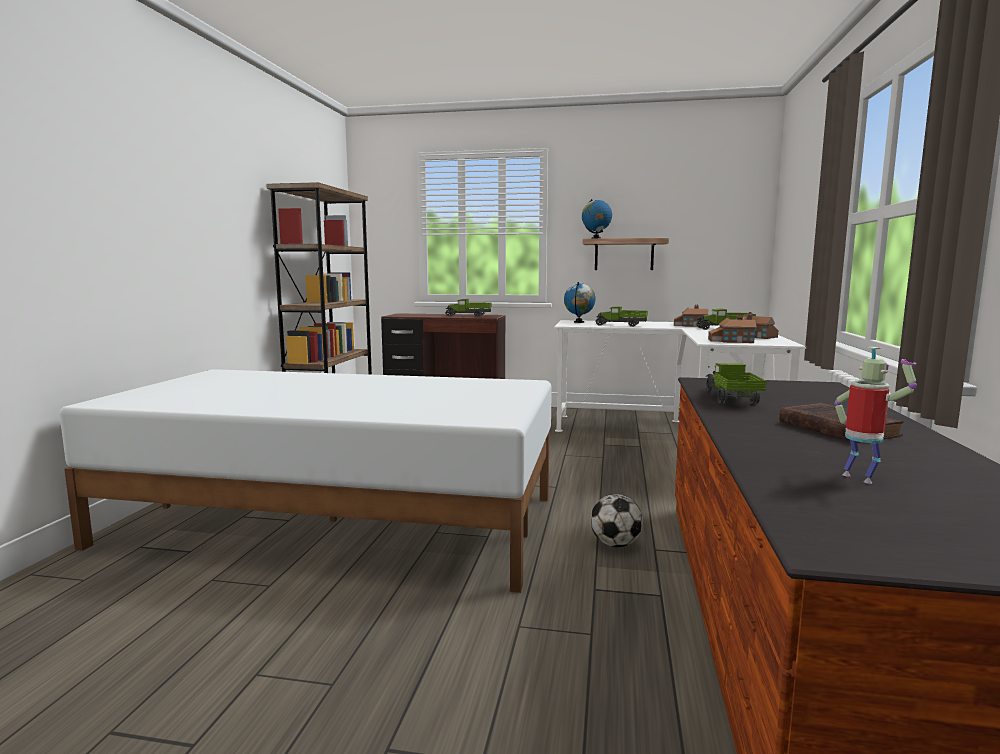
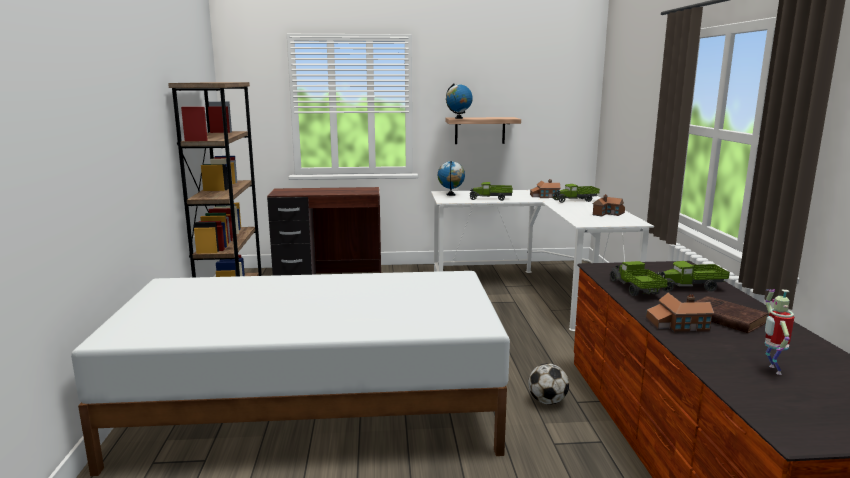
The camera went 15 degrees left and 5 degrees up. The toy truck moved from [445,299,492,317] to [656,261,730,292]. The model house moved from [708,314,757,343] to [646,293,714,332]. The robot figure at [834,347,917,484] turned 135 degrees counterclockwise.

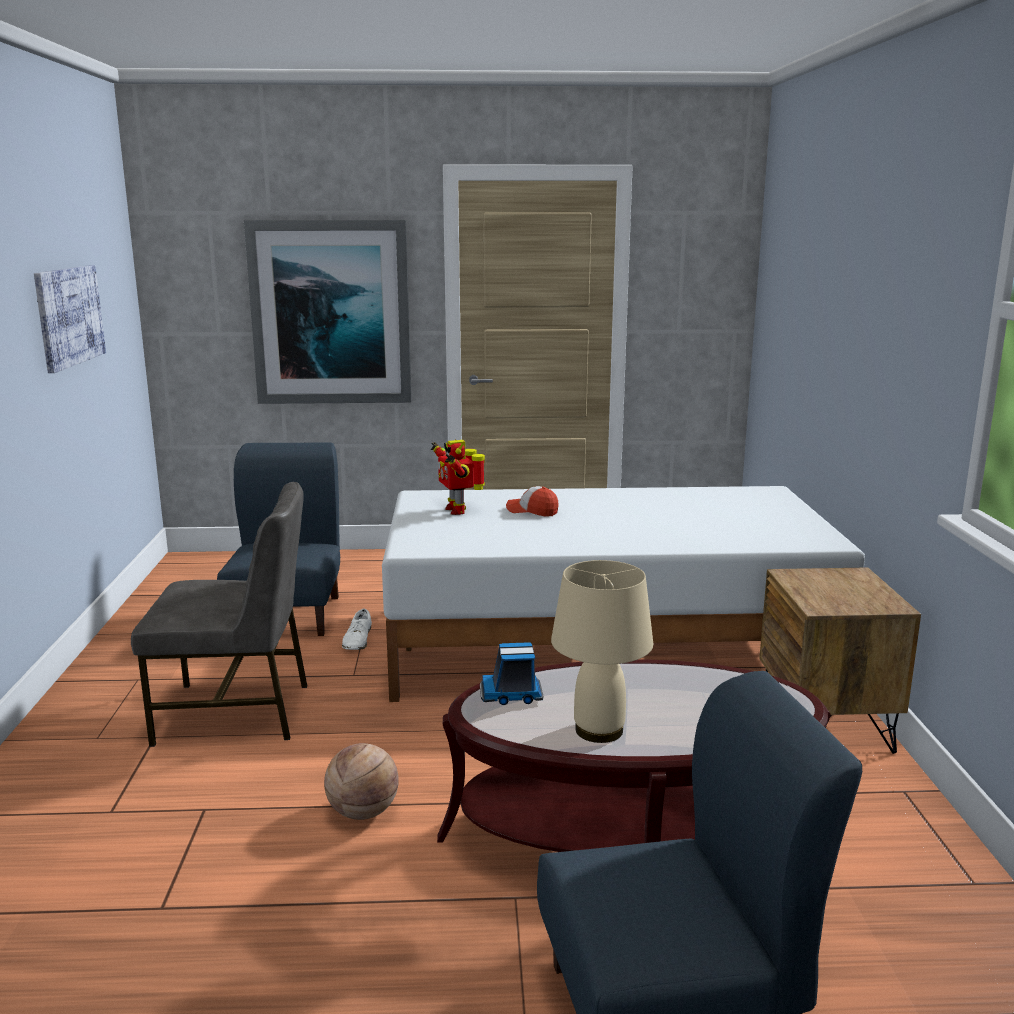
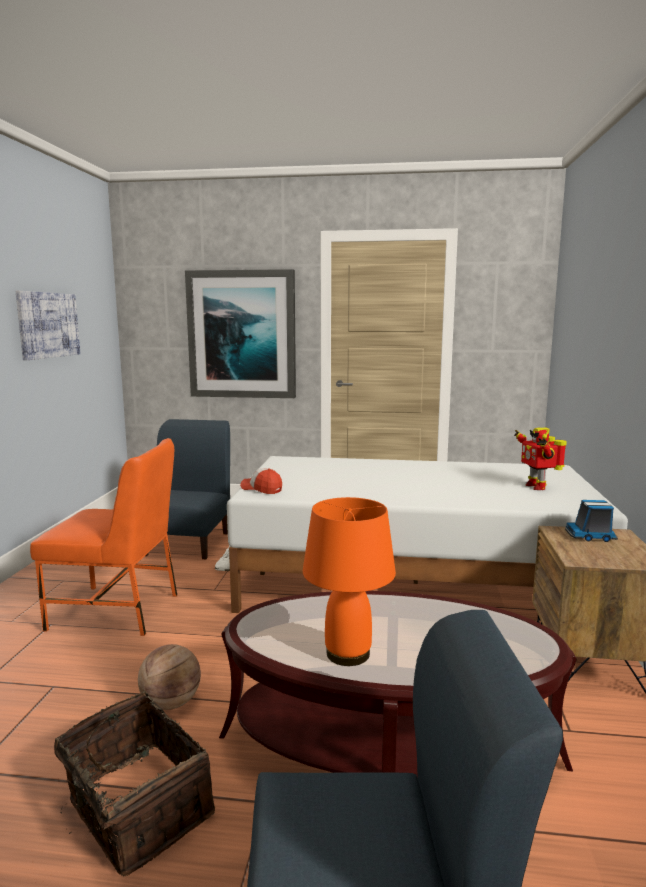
The camera went 10 degrees right and 5 degrees down. The grey plain chair at [131,482,307,747] became the orange plain chair at [30,438,177,636]. The robot figure moved from [431,440,485,515] to [514,428,567,490]. The toy truck moved from [480,642,543,705] to [565,500,618,542]. The cap moved from [506,486,559,517] to [240,468,282,494]. The beige tabletop lamp at [551,560,653,743] became the orange tabletop lamp at [303,497,396,666]. The household basket at [54,691,215,877] appeared.

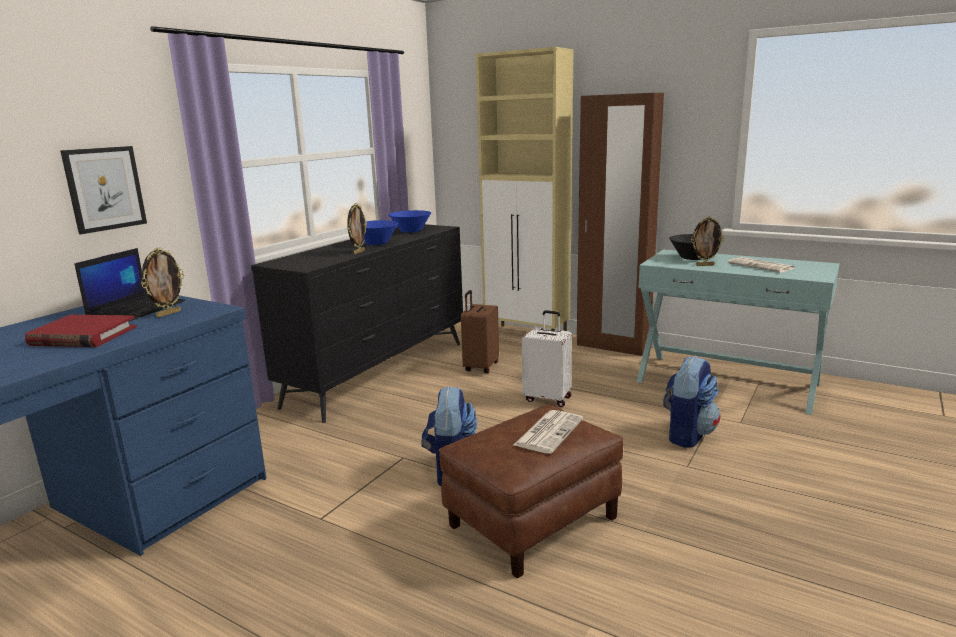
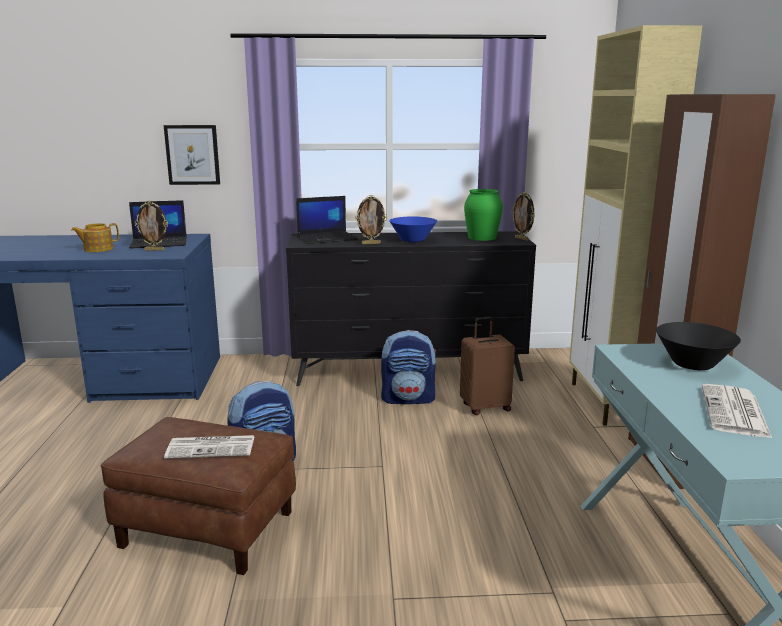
The camera went 55 degrees right and 0 degrees up. The red-coloured book at [25,315,137,347] was replaced by the teapot at [71,223,119,252]. The blue deep dish at [389,210,431,233] was replaced by the greenish flower vase at [464,189,503,241]. The white travel case at [522,310,572,407] disappeared. The knapsack moved from [663,356,720,448] to [381,330,437,404]. The picture frame moved from [691,216,724,266] to [512,192,535,241]. The portable computer at [296,196,358,244] appeared.

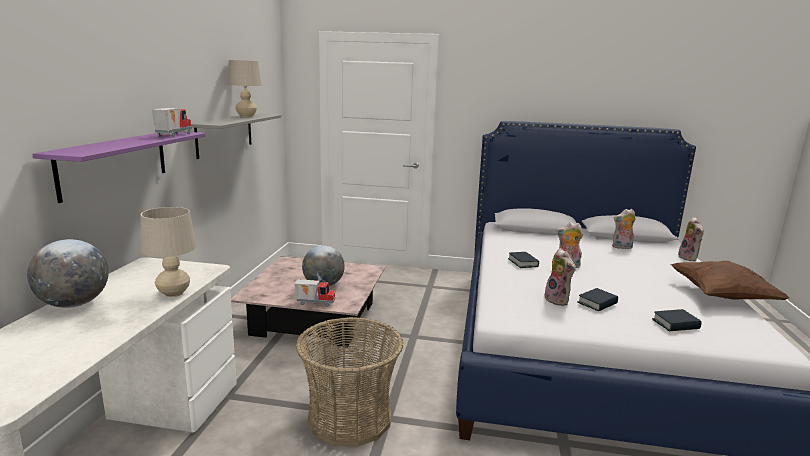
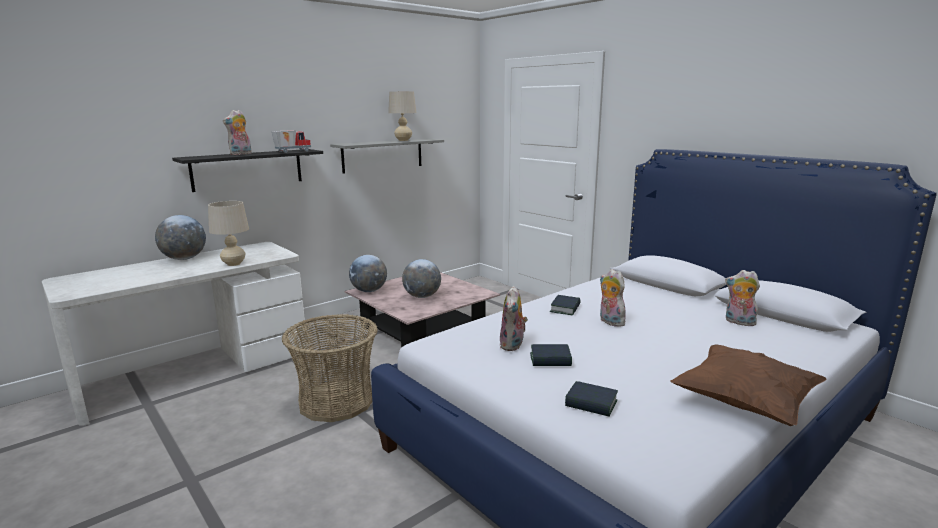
The camera went 40 degrees right and 0 degrees up. The purple bracket shelf at [32,132,205,203] became the black-coloured bracket shelf at [172,149,323,192]. The toy truck at [294,279,336,307] disappeared. The cuddly toy moved from [678,217,704,261] to [223,110,252,155]. The desk globe at [349,255,387,292] appeared.

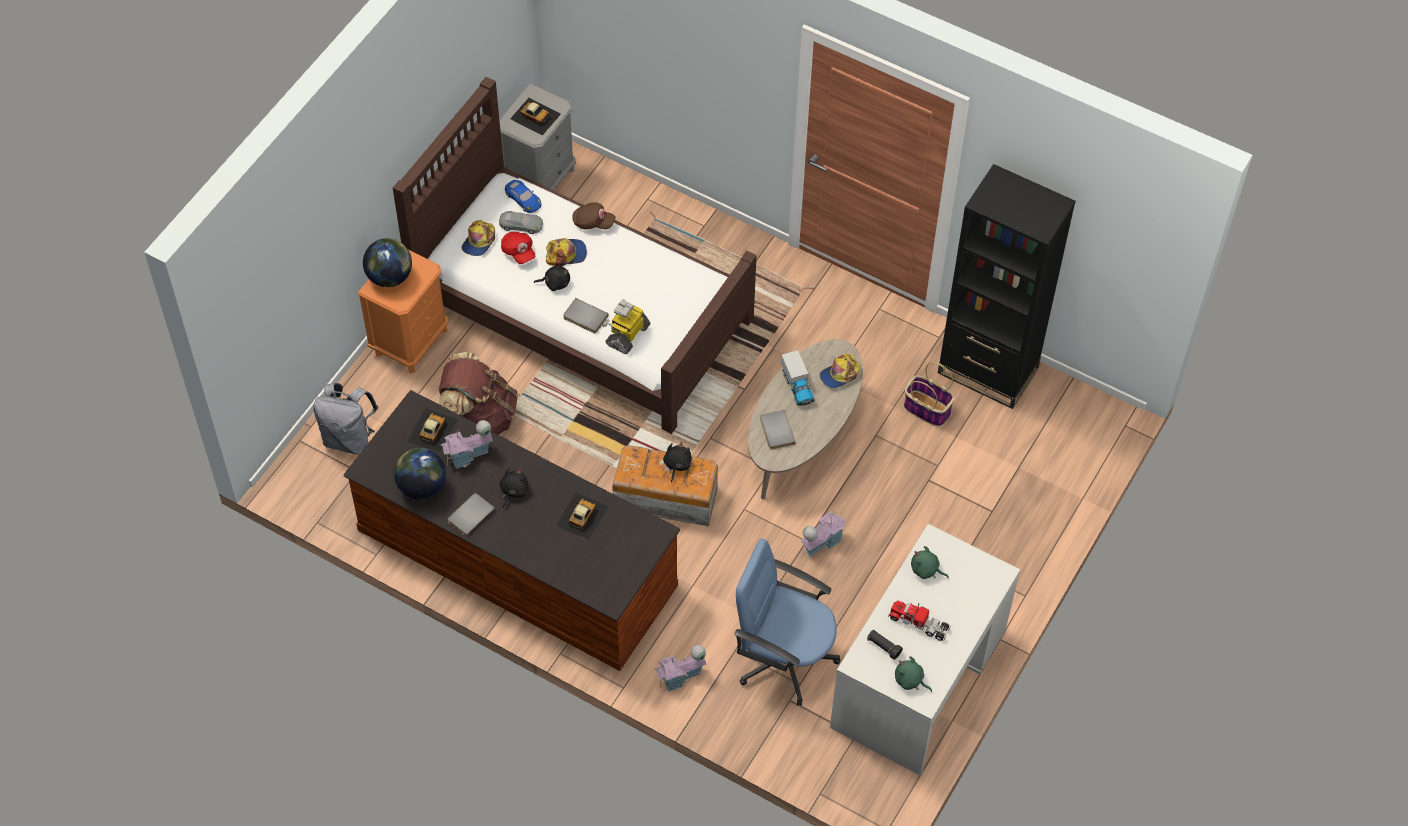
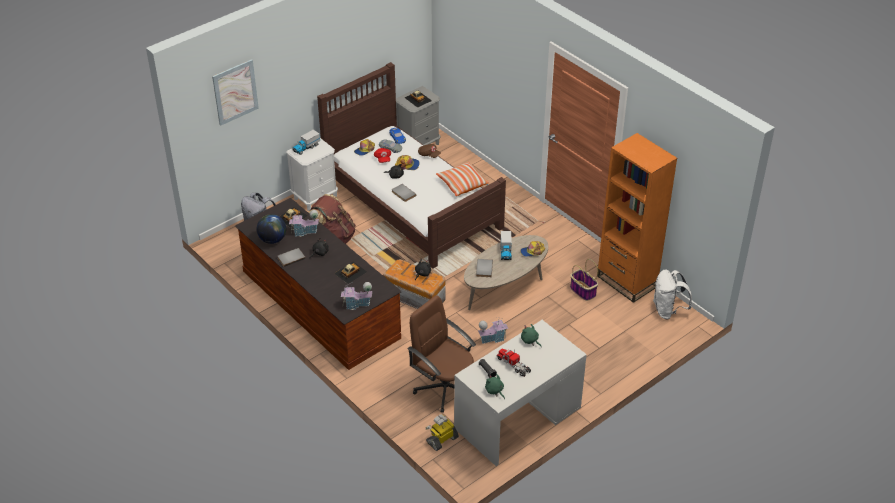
The camera went 20 degrees right and 15 degrees down. The orange night table at [358,250,449,373] became the white night table at [286,138,338,211]. The desk globe at [363,238,412,287] was replaced by the toy truck at [292,129,320,155]. The robot figure moved from [602,299,650,354] to [426,414,459,451]. The model house moved from [655,645,706,692] to [341,282,372,310]. The blue desk chair at [734,538,841,706] became the brown-coloured desk chair at [407,295,476,413]. The black-coloured bookcase at [938,164,1076,409] became the orange bookcase at [597,133,677,303]. The wall picture at [212,59,259,126] appeared. The cushion at [436,162,489,196] appeared. The white knapsack at [653,269,692,319] appeared.

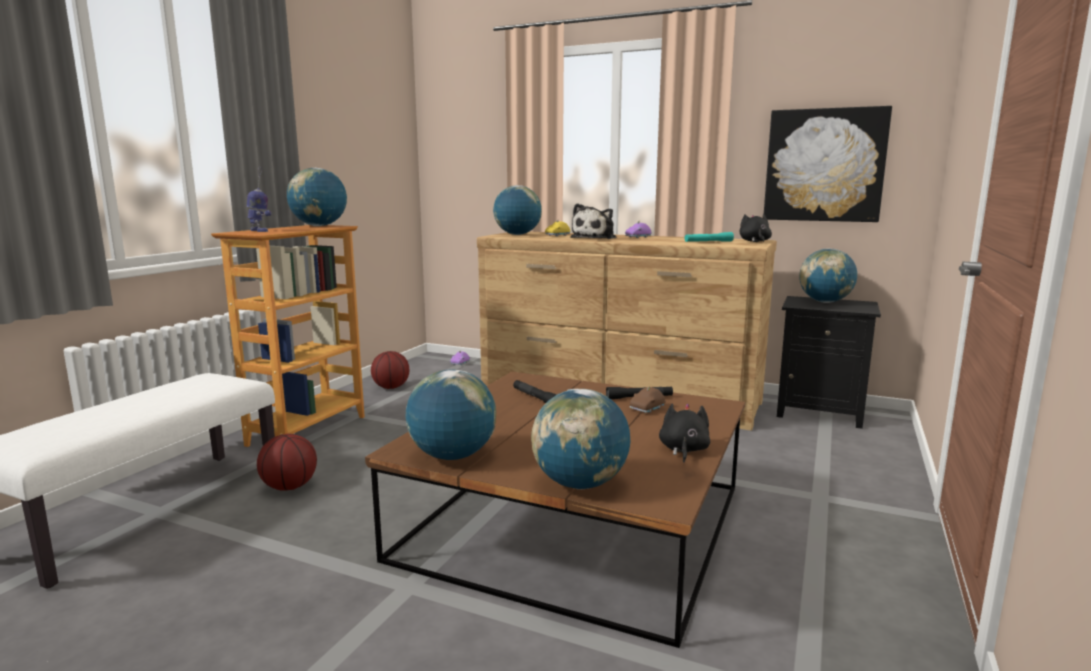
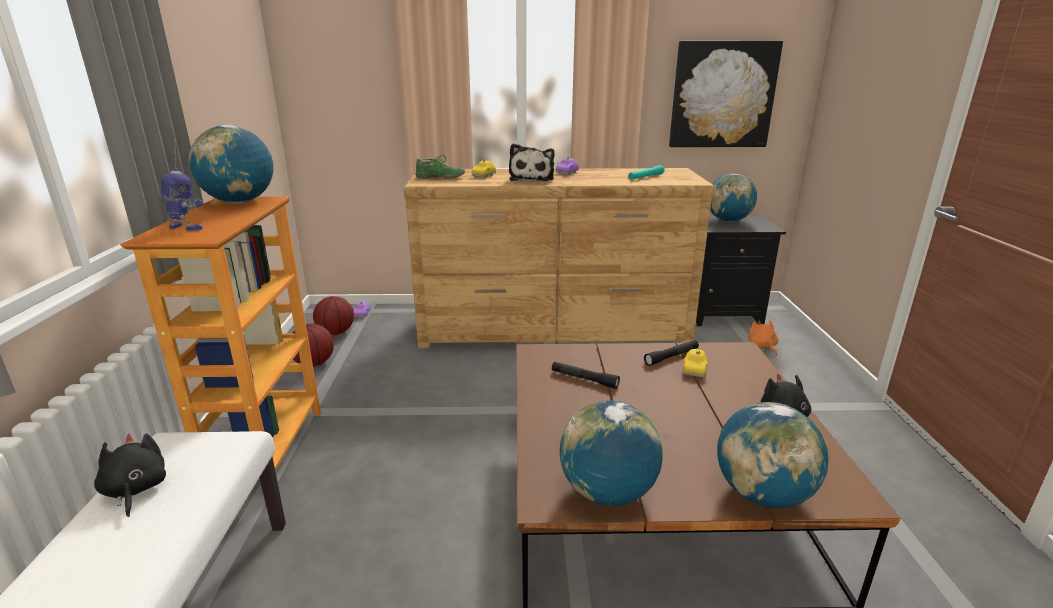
The camera went 25 degrees left and 10 degrees up. The basketball ball moved from [257,434,317,491] to [313,296,354,335]. The desk globe at [493,185,542,235] was replaced by the greenish shoe at [415,155,465,179]. The brown-coloured miniature car at [629,386,666,413] became the yellow miniature car at [683,349,708,377]. The black-coloured cuddly toy moved from [740,214,772,242] to [94,433,166,517]. The orange cuddly toy at [748,320,778,355] appeared.

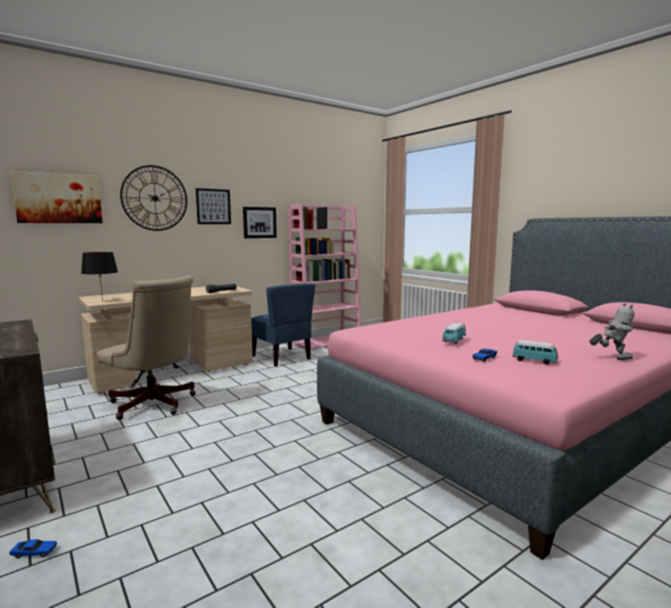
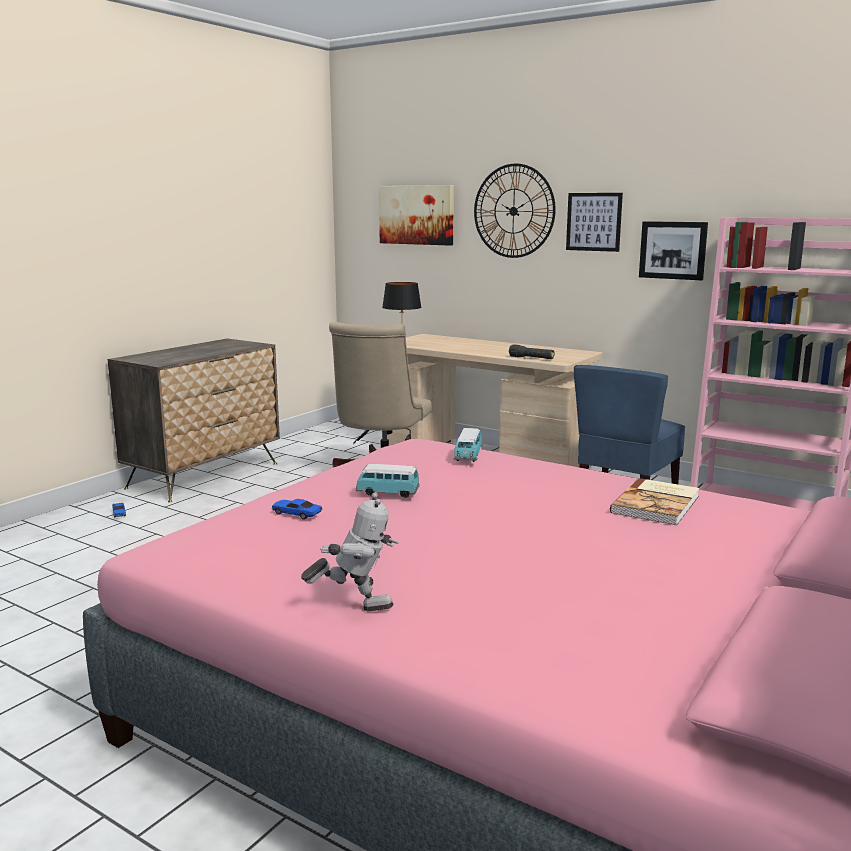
The camera went 70 degrees right and 5 degrees up. The miniature car moved from [513,340,558,365] to [454,428,482,462]. The robot figure at [589,303,635,360] turned 75 degrees counterclockwise. The book at [610,478,699,526] appeared.

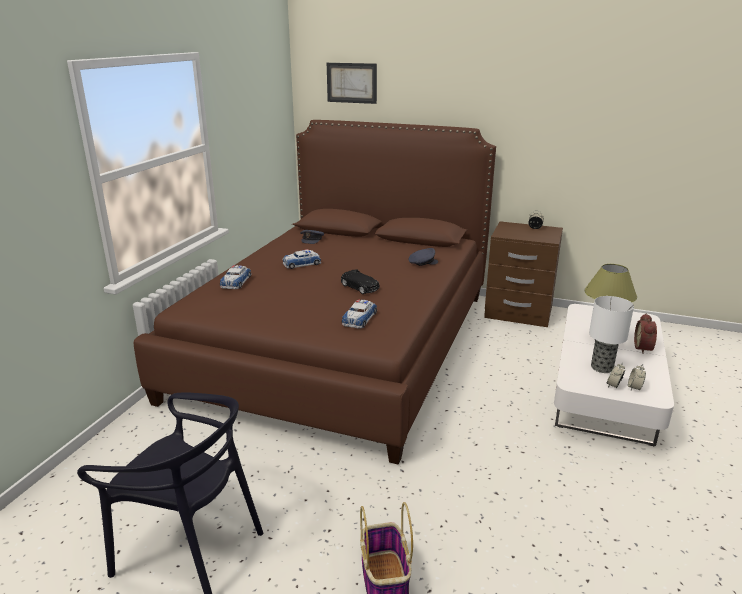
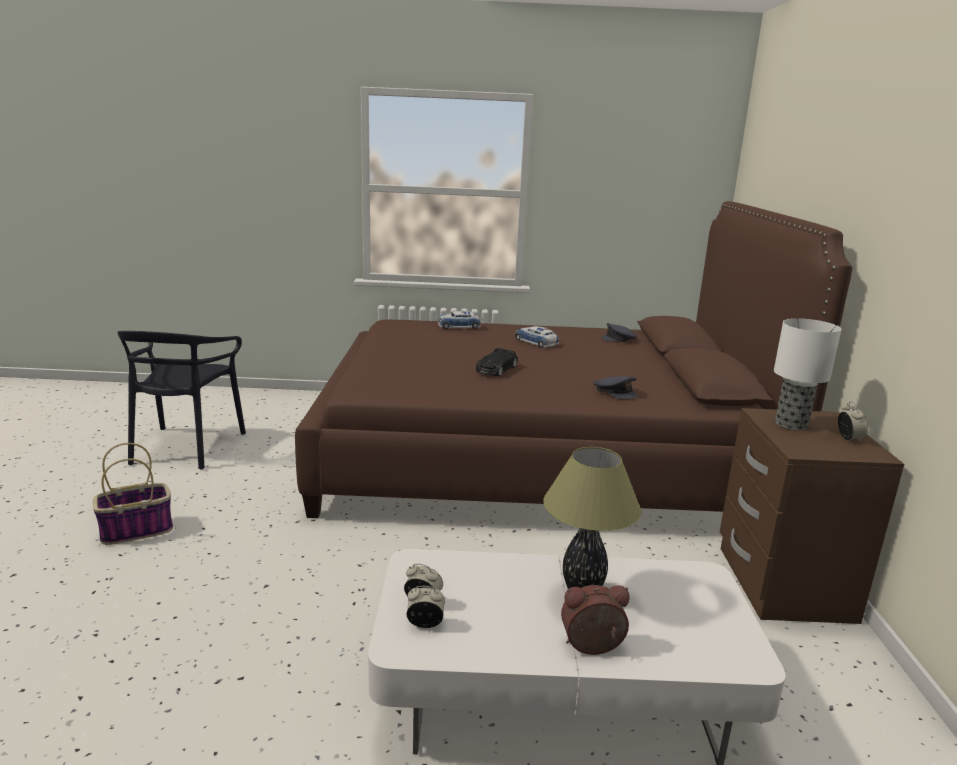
The camera went 70 degrees right and 5 degrees down. The wall picture at [327,63,377,104] disappeared. The miniature car at [342,300,377,329] disappeared. The tabletop lamp moved from [589,296,634,373] to [774,318,841,430].

